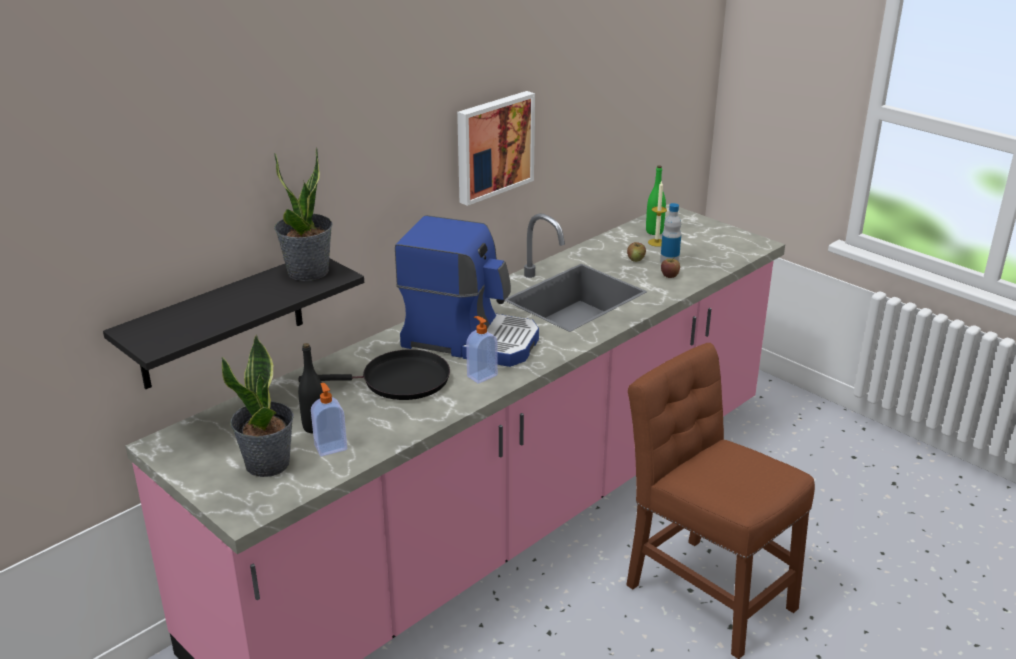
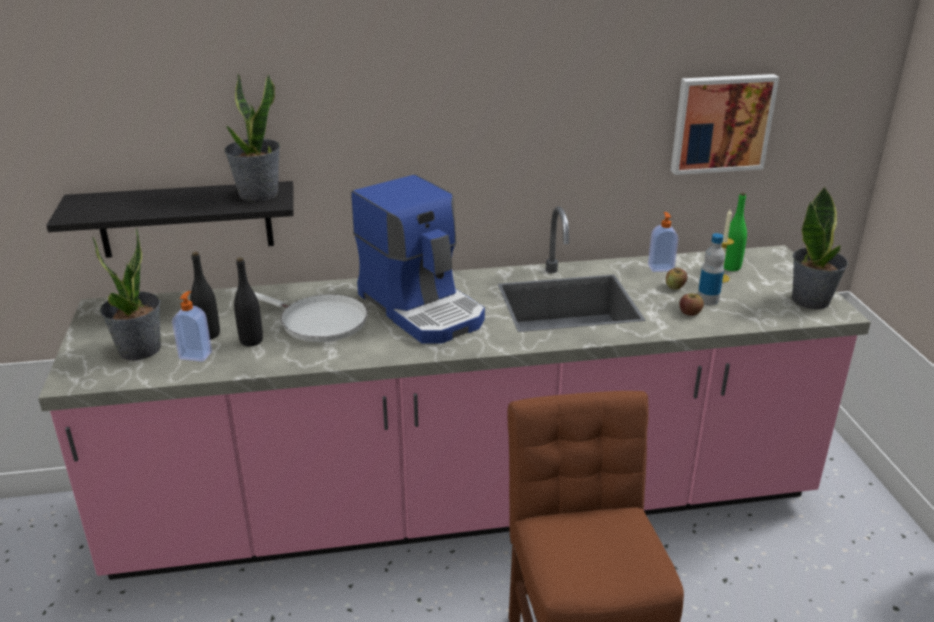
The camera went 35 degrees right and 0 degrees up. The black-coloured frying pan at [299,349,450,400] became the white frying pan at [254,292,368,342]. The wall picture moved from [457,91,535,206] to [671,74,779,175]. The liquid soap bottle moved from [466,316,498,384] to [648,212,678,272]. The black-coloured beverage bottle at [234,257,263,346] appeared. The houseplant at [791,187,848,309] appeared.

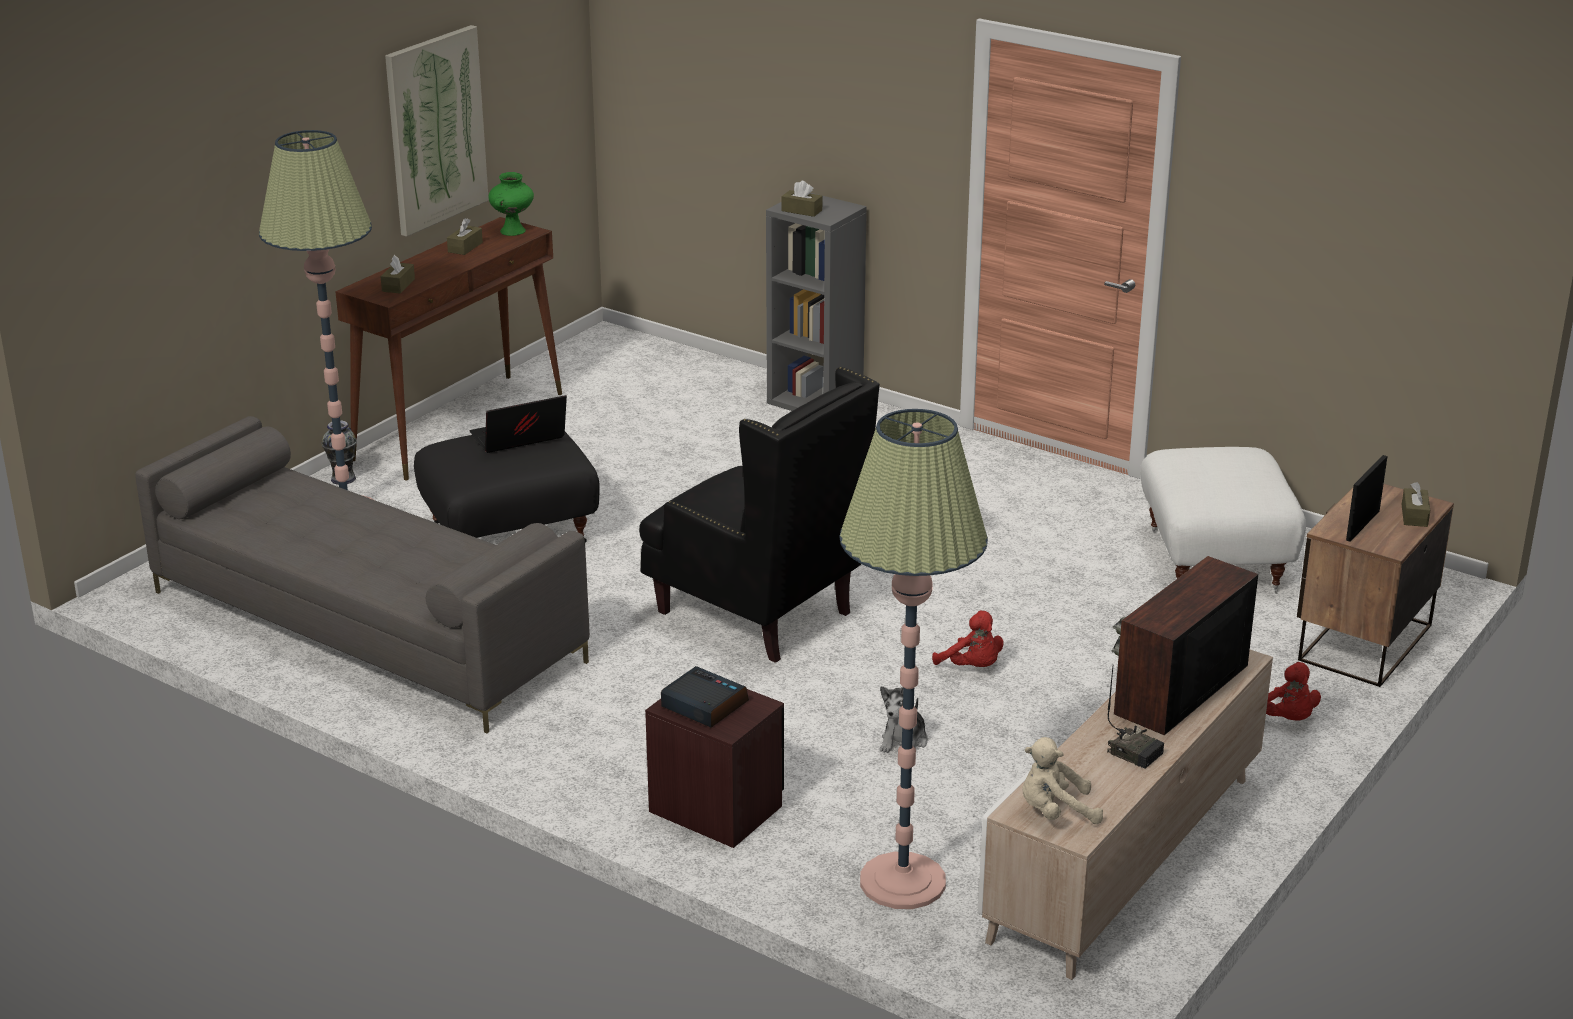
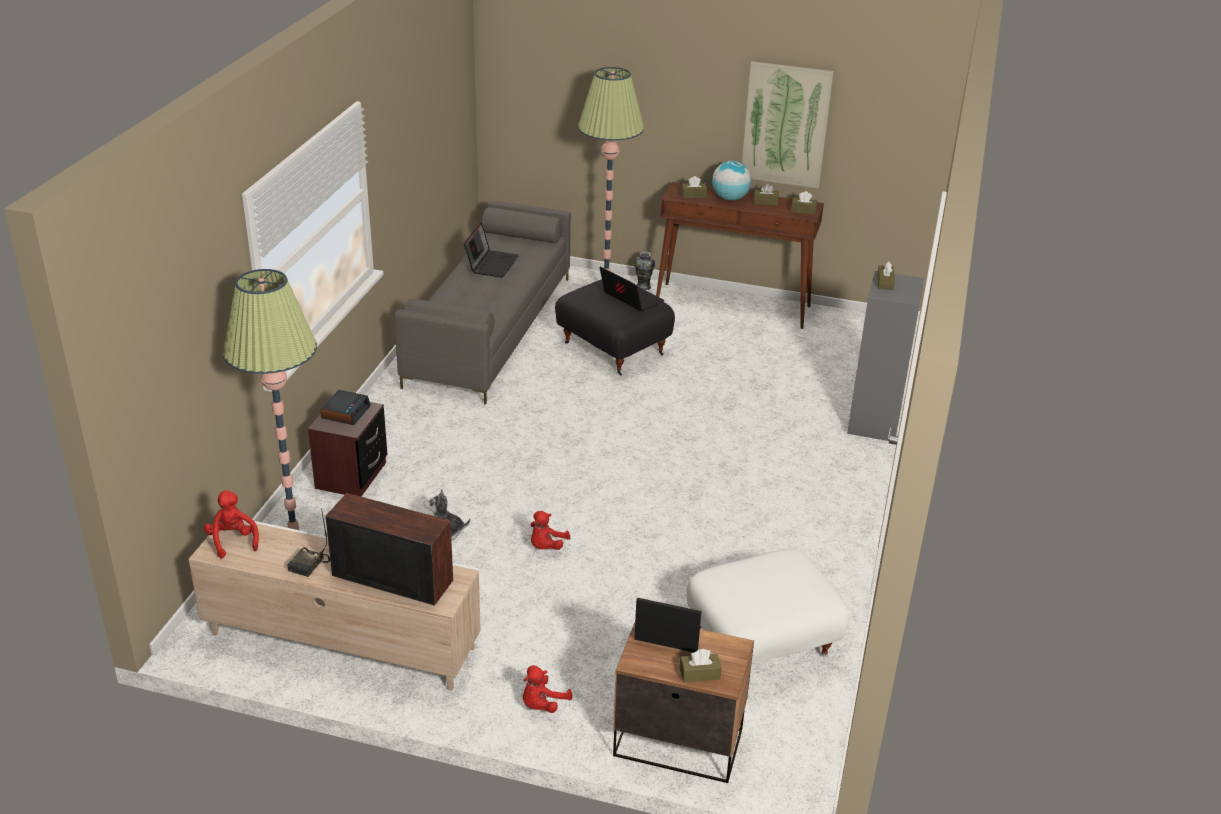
The camera went 70 degrees right and 5 degrees up. The greenish flower vase at [488,172,534,236] was replaced by the brown-coloured box of tissues at [791,191,817,215]. The black-coloured armchair at [639,367,880,663] disappeared. The beige cuddly toy at [1022,737,1103,824] became the red-coloured cuddly toy at [204,490,259,559]. The portable computer at [464,222,519,278] appeared. The desk globe at [712,161,751,201] appeared.

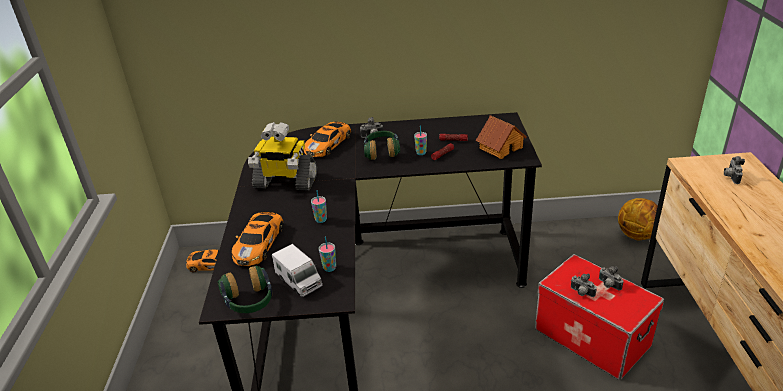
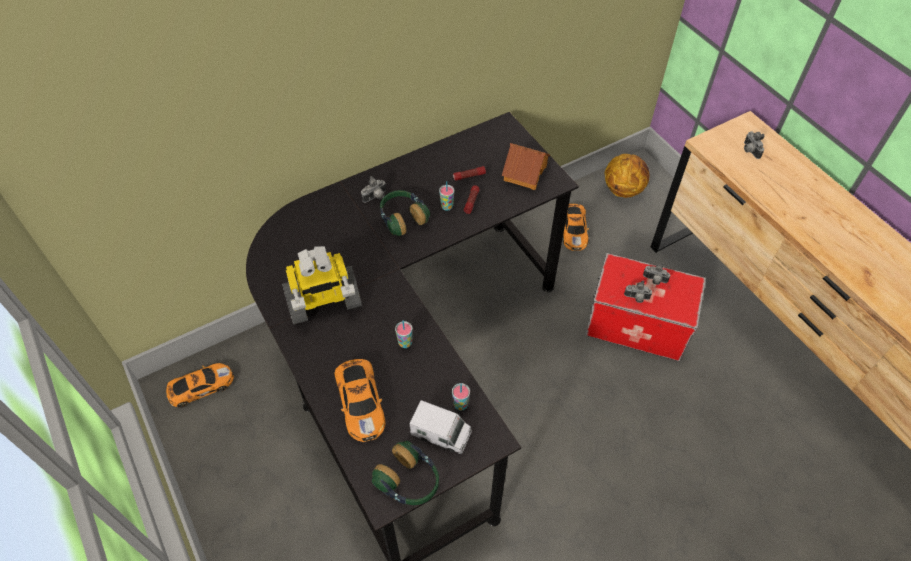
The camera went 30 degrees left and 20 degrees up. The miniature car moved from [304,122,351,157] to [563,204,589,251].

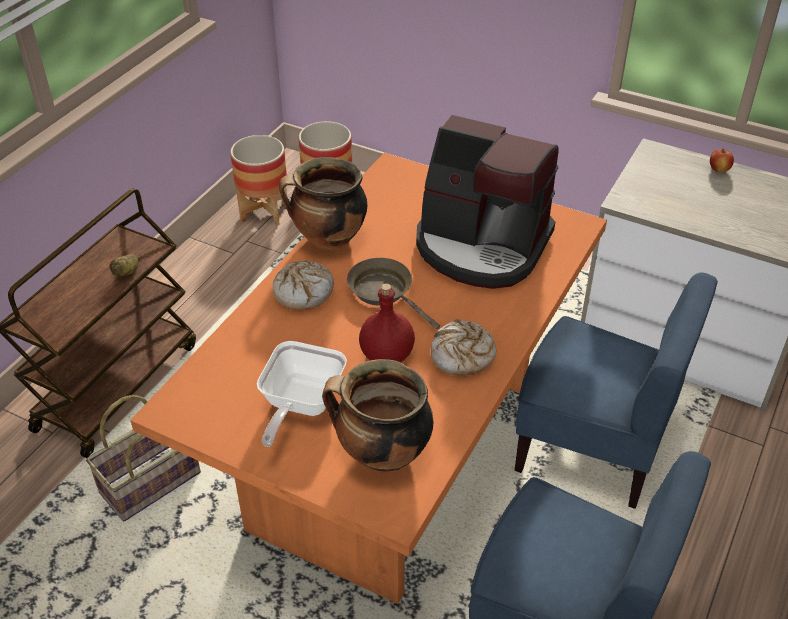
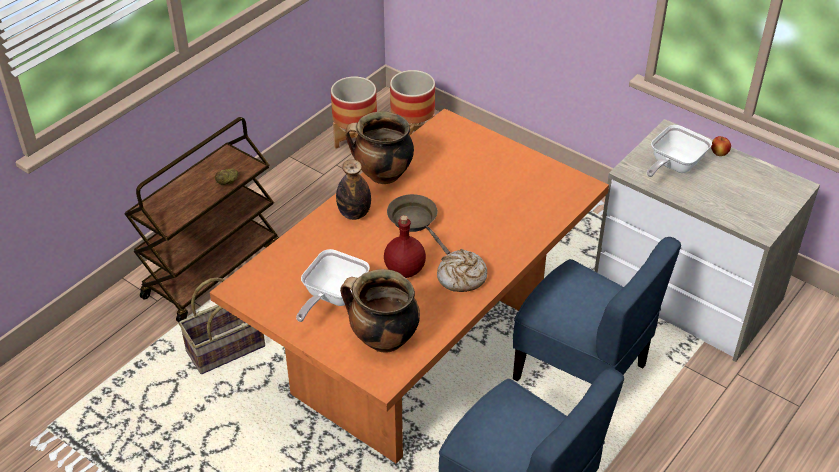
The camera went 10 degrees right and 0 degrees up. The bakery bread at [273,260,334,310] was replaced by the beverage bottle at [336,159,371,220]. The coffee maker at [416,115,559,289] disappeared. The frying pan at [647,125,712,177] appeared.

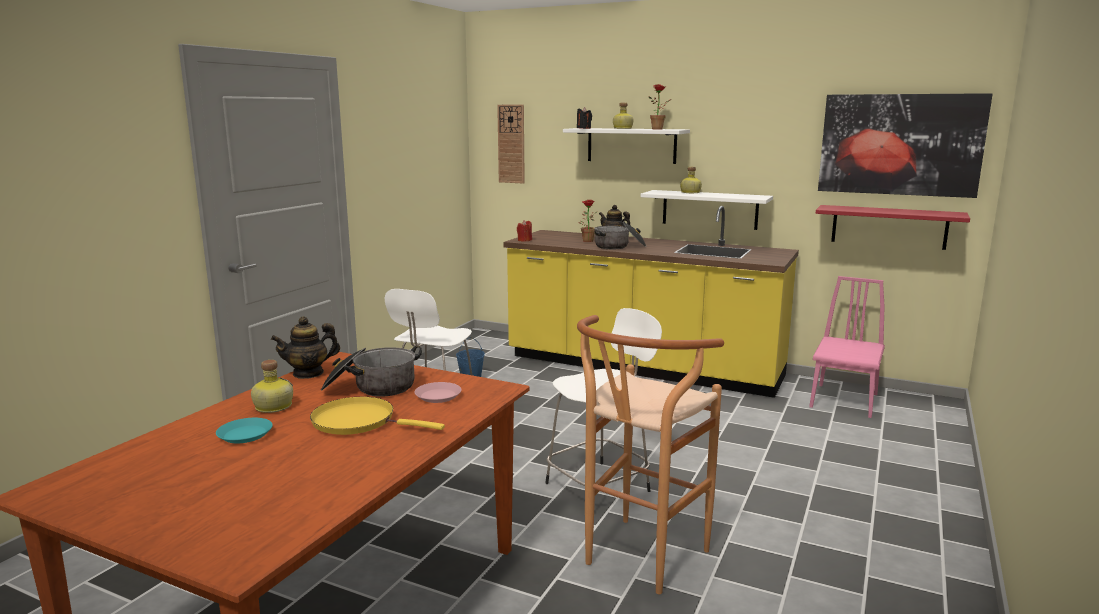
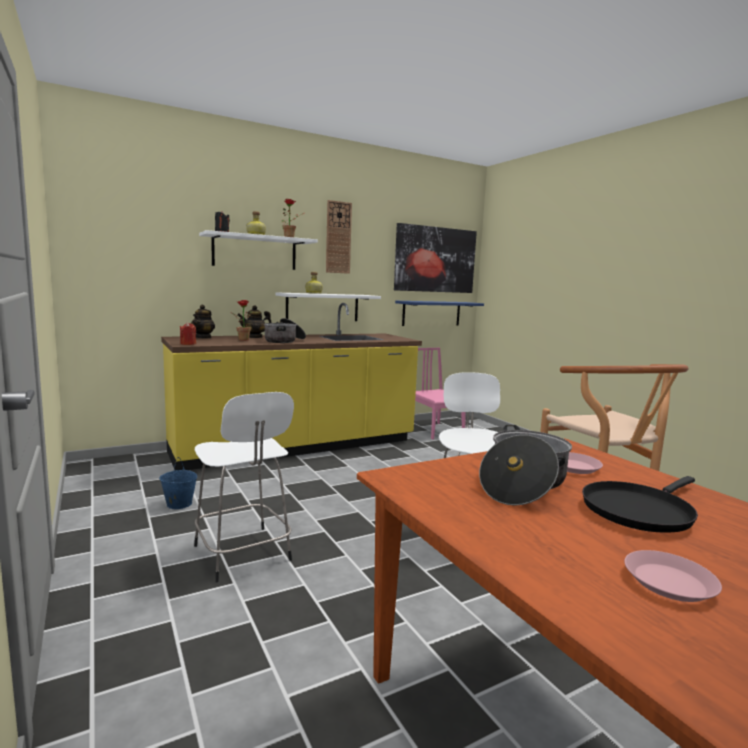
The camera went 55 degrees left and 5 degrees down. The turquoise-coloured plate at [216,418,273,443] became the pink plate at [624,550,722,602]. The beverage bottle at [251,360,293,413] disappeared. The teapot moved from [271,316,340,379] to [190,305,215,339]. The yellow frying pan at [310,397,445,435] became the black-coloured frying pan at [582,476,698,532]. The clock on the wall moved from [497,105,525,184] to [326,200,352,274]. The red-coloured bracket shelf at [816,205,970,250] became the blue bracket shelf at [395,301,484,326].

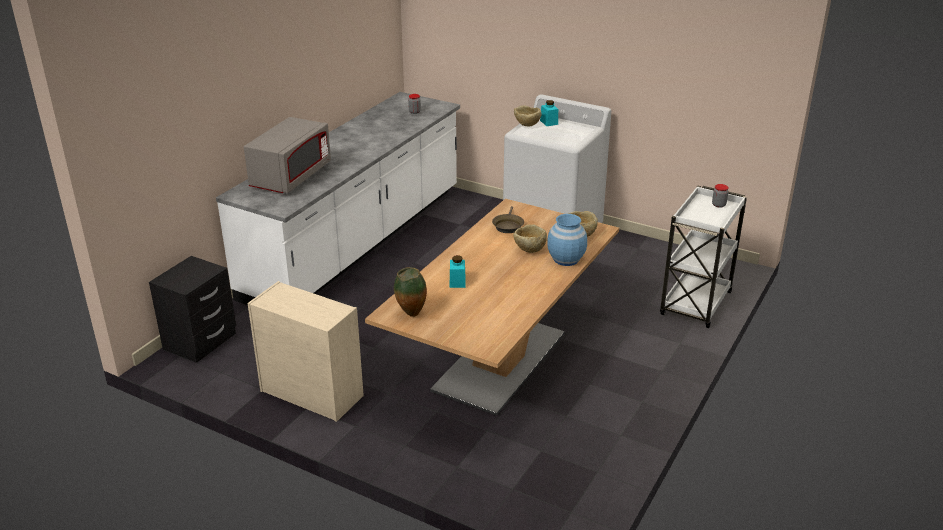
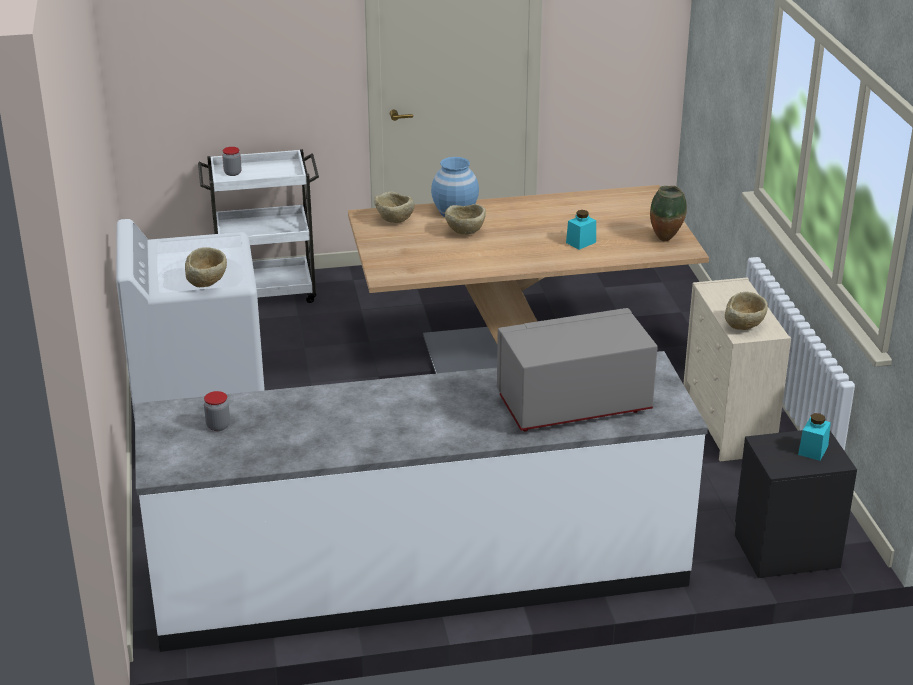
The camera went 130 degrees left and 0 degrees up. The brown-coloured frying pan at [492,206,524,233] disappeared. The turquoise-coloured jar moved from [540,100,558,126] to [798,413,831,461]. The beige deep dish at [725,291,768,330] appeared.

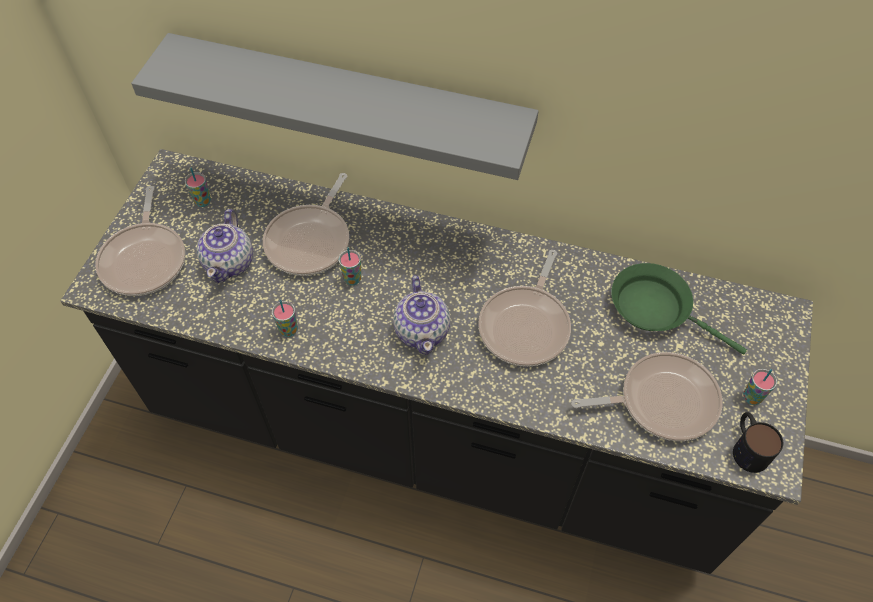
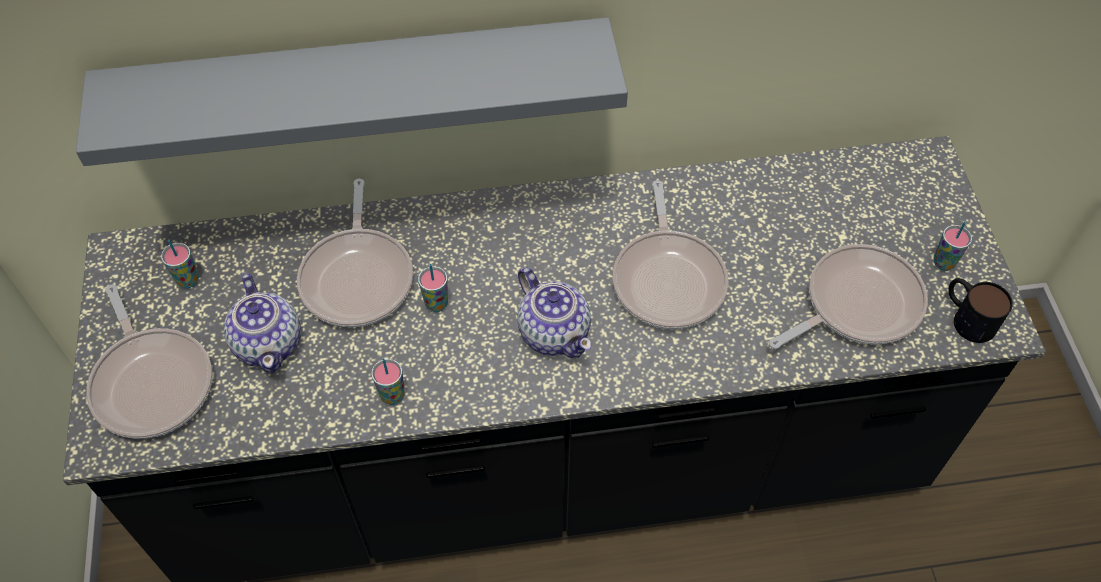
The camera went 25 degrees left and 0 degrees up. The greenish frying pan at [611,263,747,354] disappeared.

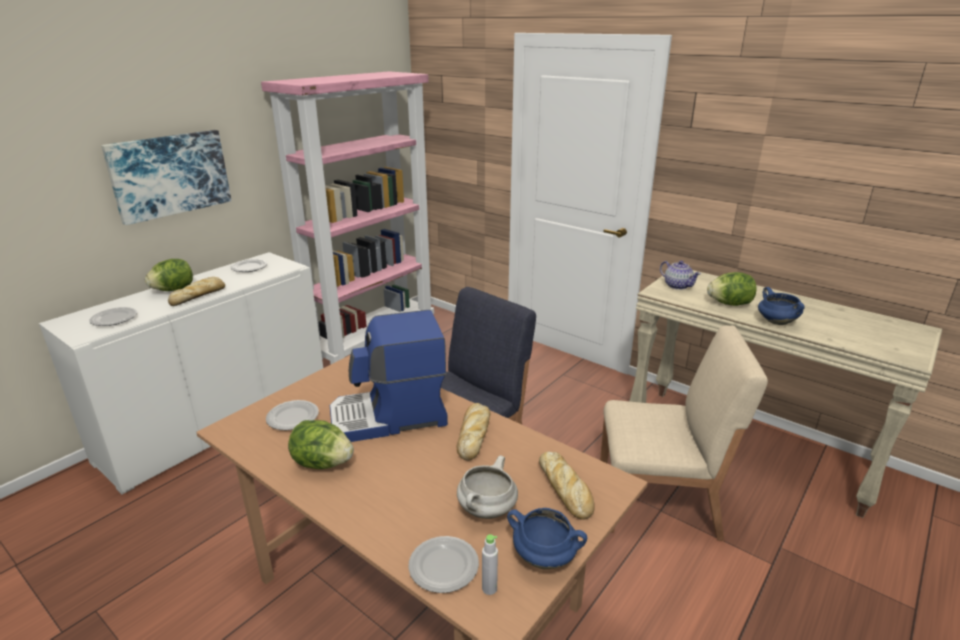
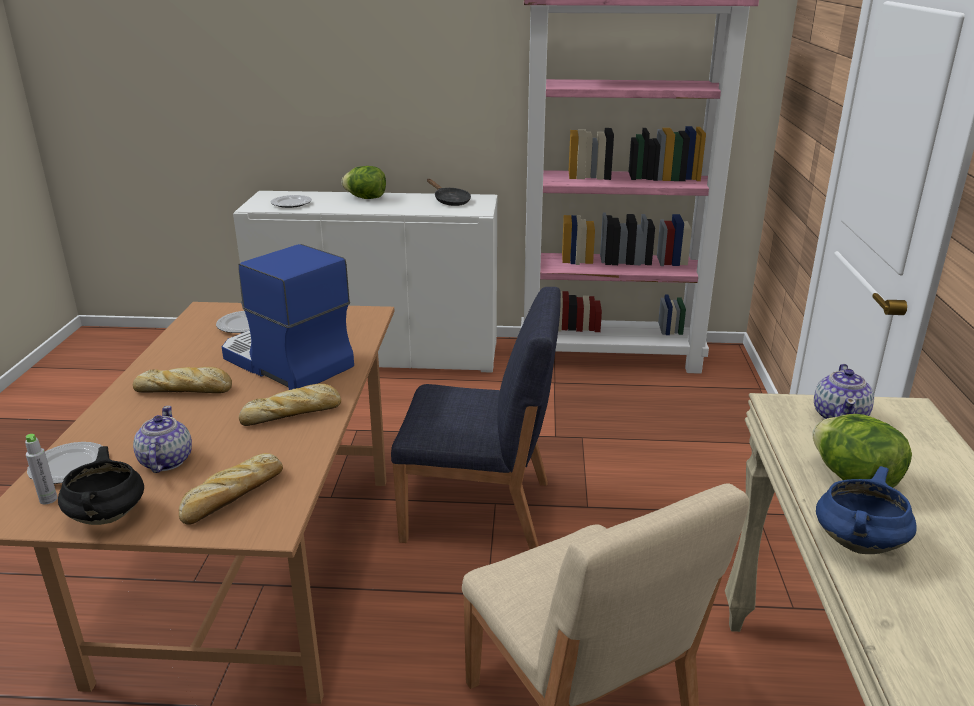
The camera went 55 degrees right and 0 degrees up. The wall picture at [101,130,231,225] disappeared. The bakery bread moved from [168,277,225,306] to [133,367,232,393]. The plate at [231,259,267,272] was replaced by the black-coloured frying pan at [427,179,471,206]. The lettuce head at [288,420,354,469] disappeared. The white stockpot at [457,455,518,519] was replaced by the teapot at [133,406,192,473]. The blue stockpot at [507,508,587,569] became the black-coloured stockpot at [58,446,144,525].

